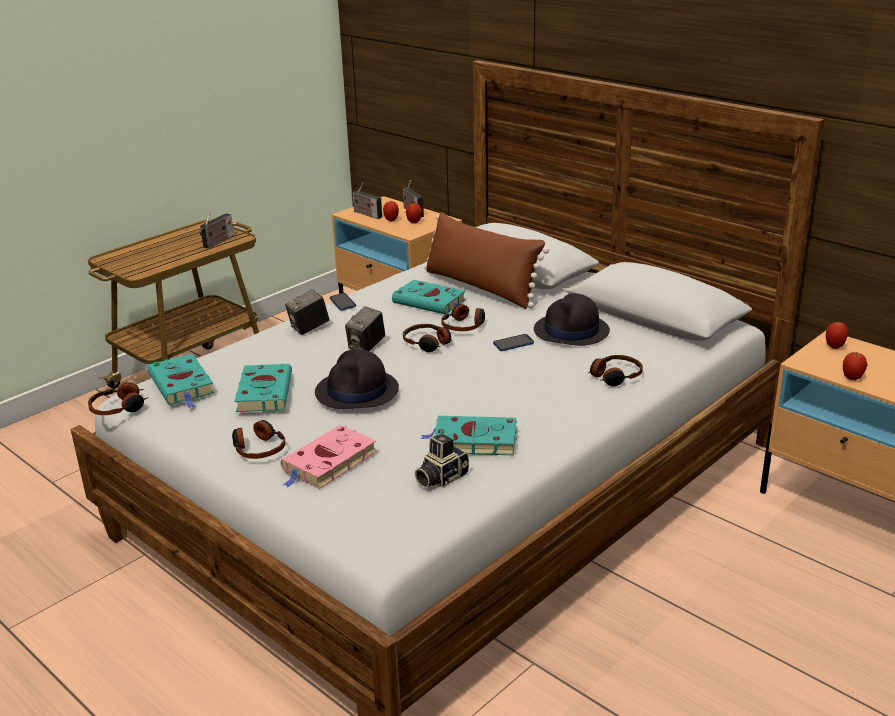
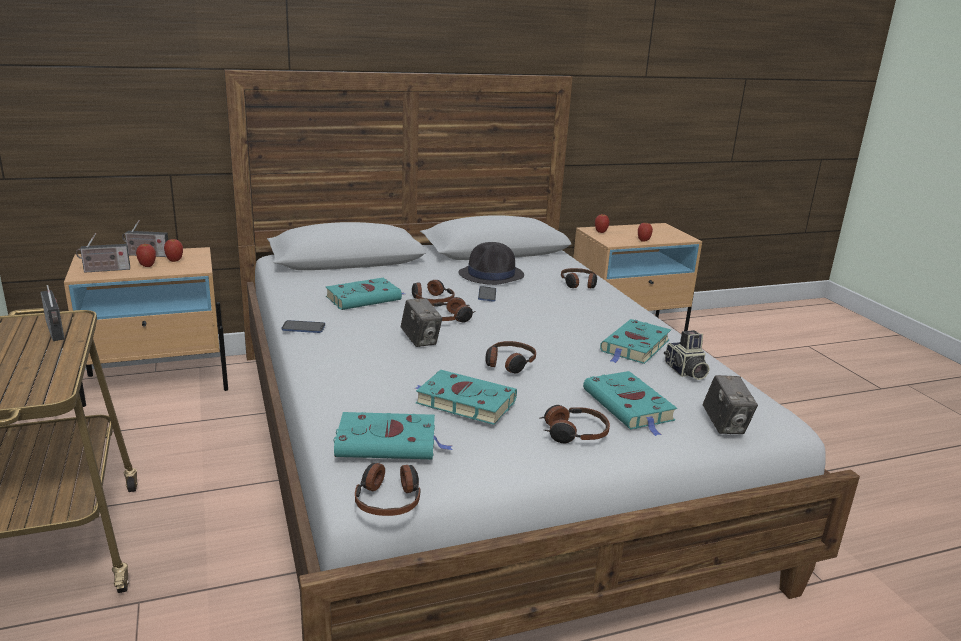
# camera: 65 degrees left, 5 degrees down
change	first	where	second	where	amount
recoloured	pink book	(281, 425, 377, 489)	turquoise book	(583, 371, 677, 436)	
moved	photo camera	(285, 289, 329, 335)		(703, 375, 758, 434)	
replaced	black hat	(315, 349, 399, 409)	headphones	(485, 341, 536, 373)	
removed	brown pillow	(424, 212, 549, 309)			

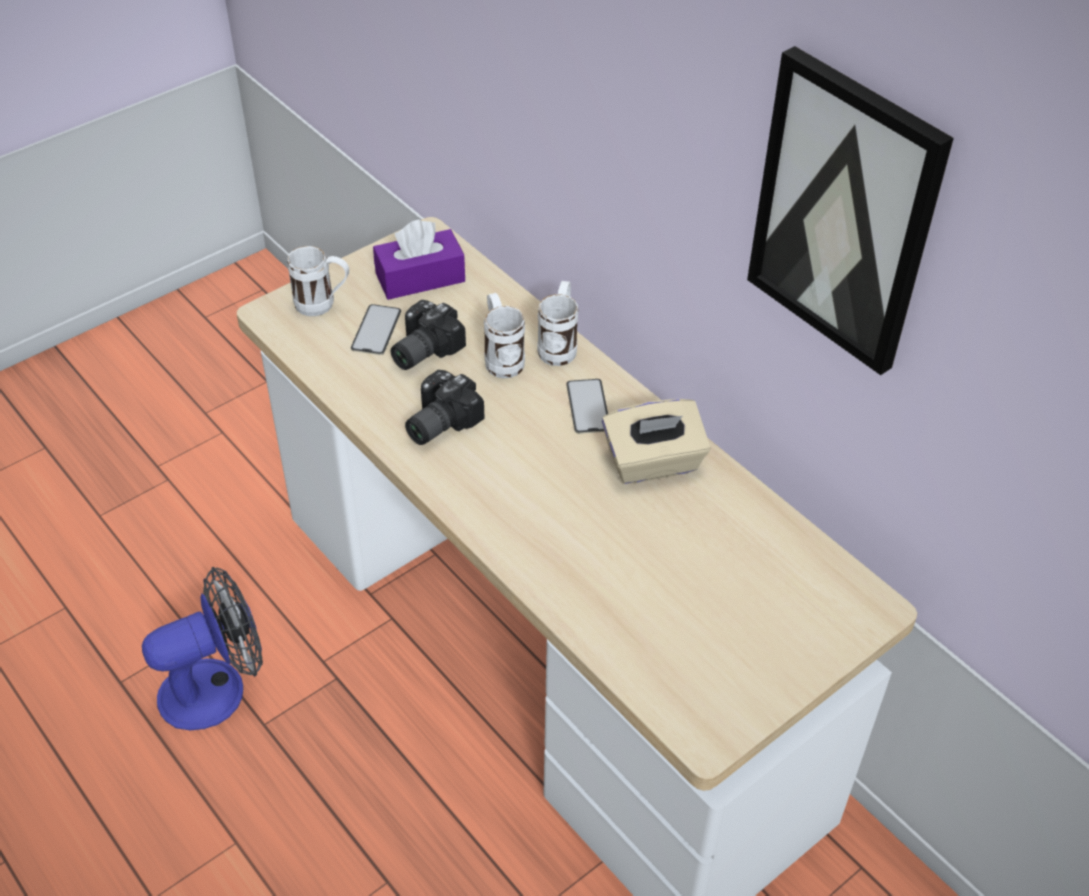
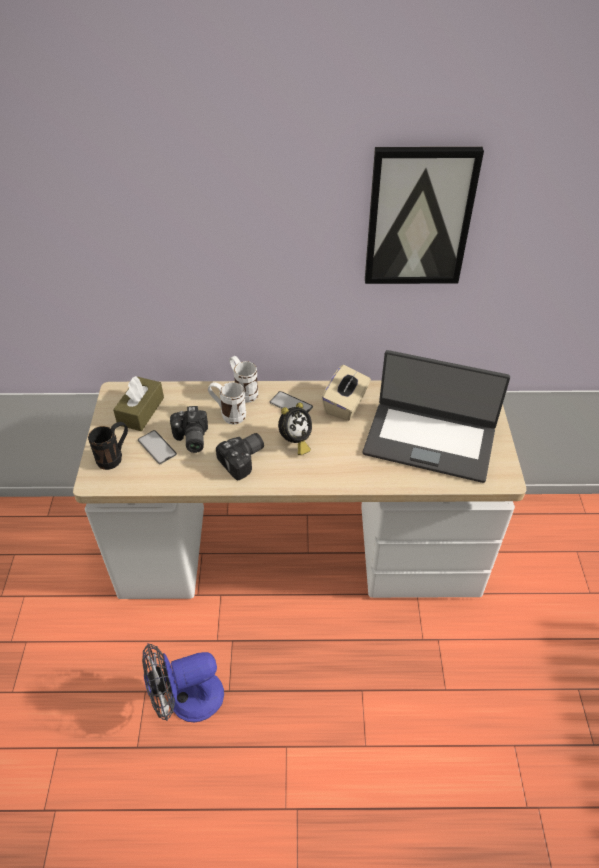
# camera: 50 degrees left, 0 degrees up
change	first	where	second	where	amount
turned	fan	(142, 567, 263, 730)		(142, 643, 224, 722)	120 degrees counterclockwise
recoloured	white mug	(287, 246, 349, 316)	black mug	(88, 422, 128, 470)	
recoloured	purple tissue box	(373, 219, 465, 300)	brown tissue box	(113, 376, 164, 431)	
turned	photo camera	(405, 370, 485, 445)		(216, 433, 264, 480)	120 degrees counterclockwise
added			alarm clock	(278, 403, 312, 455)	
added			laptop	(363, 350, 510, 483)	

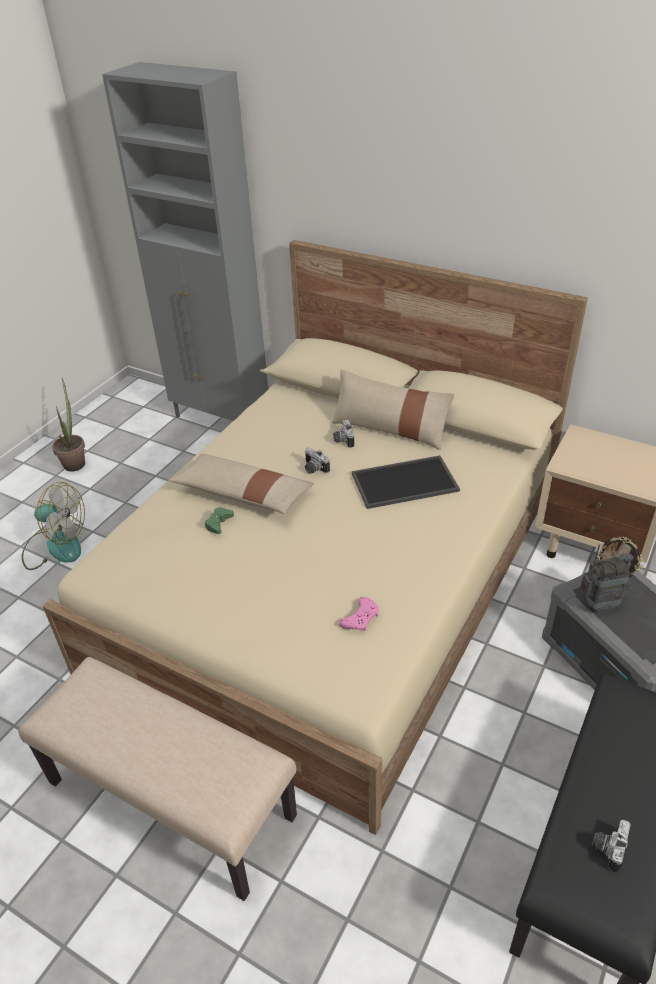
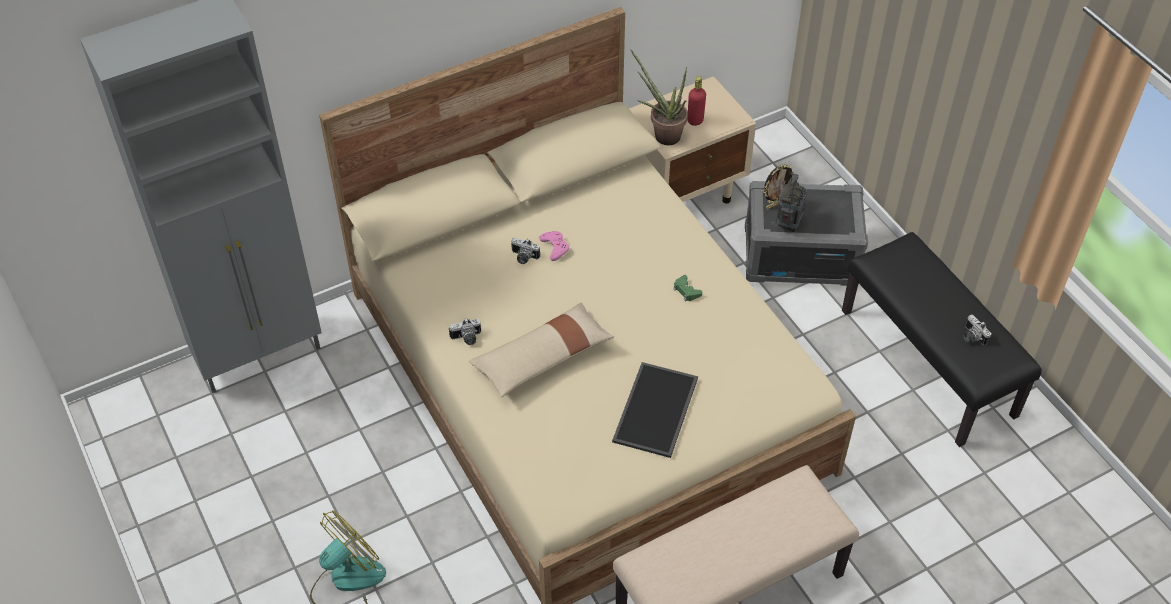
# camera: 60 degrees left, 10 degrees up
change	first	where	second	where	amount
moved	potted plant	(52, 378, 85, 472)		(630, 49, 688, 145)	
moved	green game controller	(205, 507, 234, 534)		(673, 275, 702, 302)	
moved	photo camera	(305, 448, 330, 474)		(449, 318, 481, 345)	
removed	beige pillow	(332, 369, 455, 450)			
moved	pink game controller	(339, 597, 379, 631)		(539, 231, 569, 261)	
moved	tray	(352, 455, 460, 509)		(612, 362, 698, 458)	
added			red bottle	(687, 76, 706, 126)	

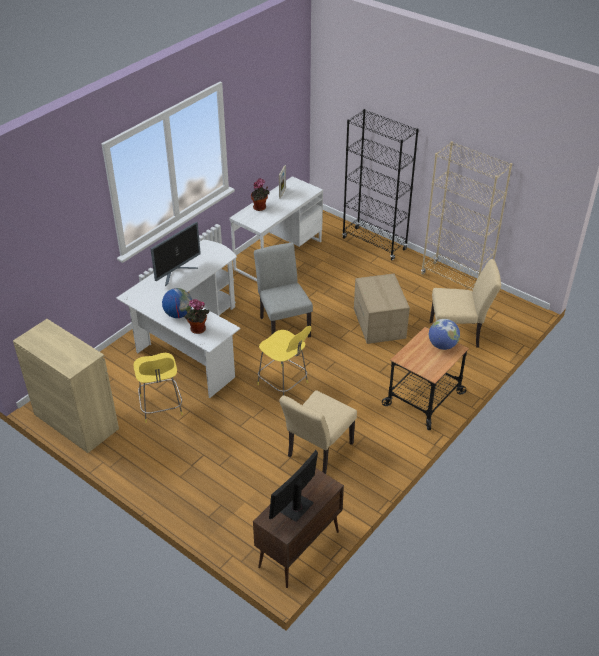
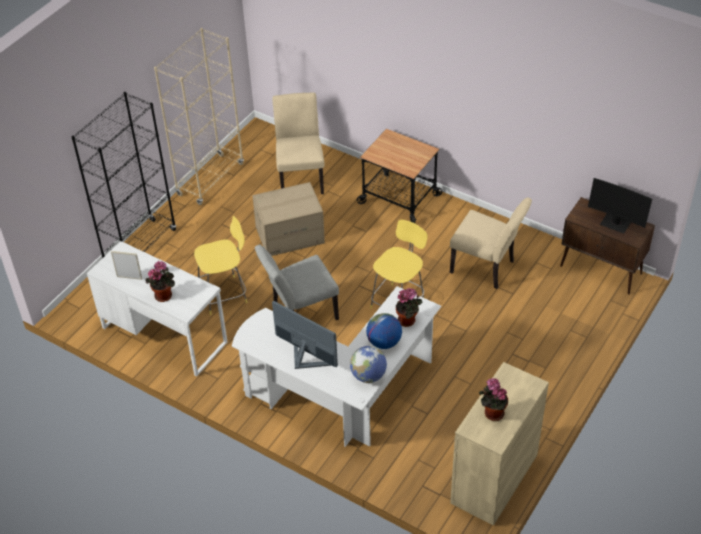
# camera: 95 degrees left, 5 degrees up
change	first	where	second	where	amount
moved	yellow stool	(133, 353, 183, 423)		(194, 216, 247, 315)	
moved	globe	(429, 319, 460, 350)		(350, 346, 387, 383)	
added			potted plant	(479, 378, 508, 421)	

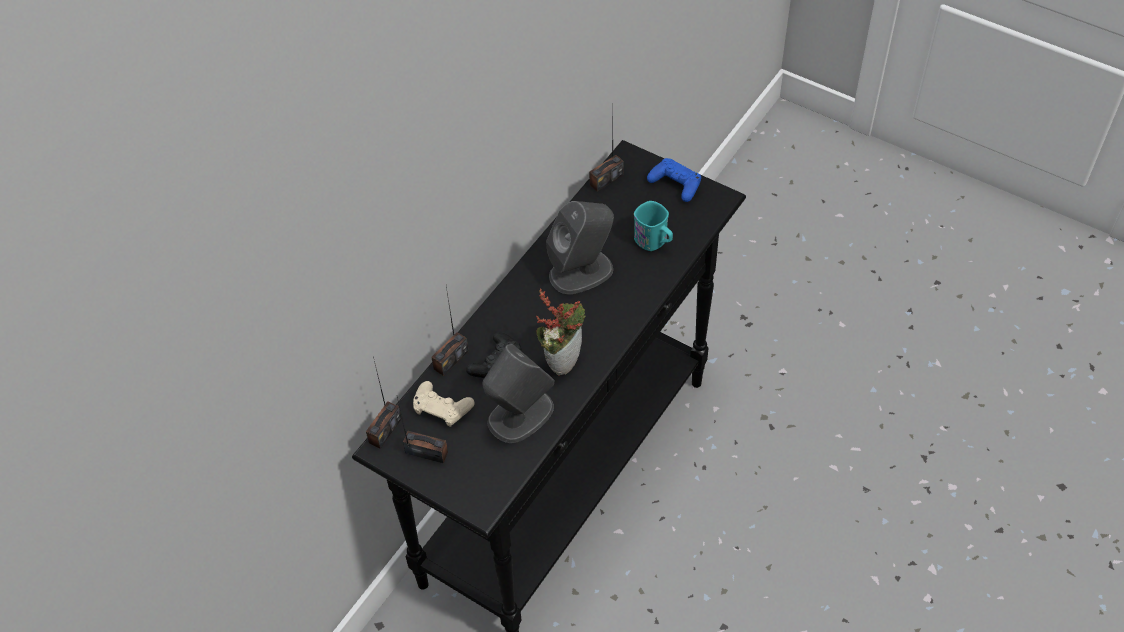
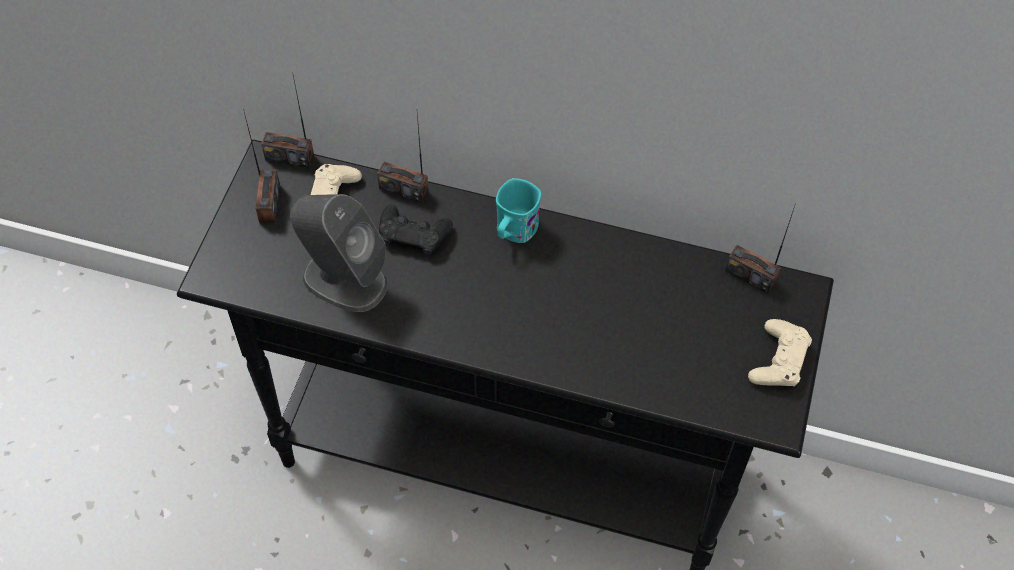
# camera: 70 degrees right, 5 degrees up
change	first	where	second	where	amount
removed	potted plant	(536, 288, 586, 375)			
removed	grey speaker	(546, 201, 614, 294)			
moved	turquoise mug	(634, 201, 673, 251)		(496, 178, 541, 243)	
recoloured	blue game controller	(647, 158, 701, 202)	beige game controller	(748, 319, 812, 387)	

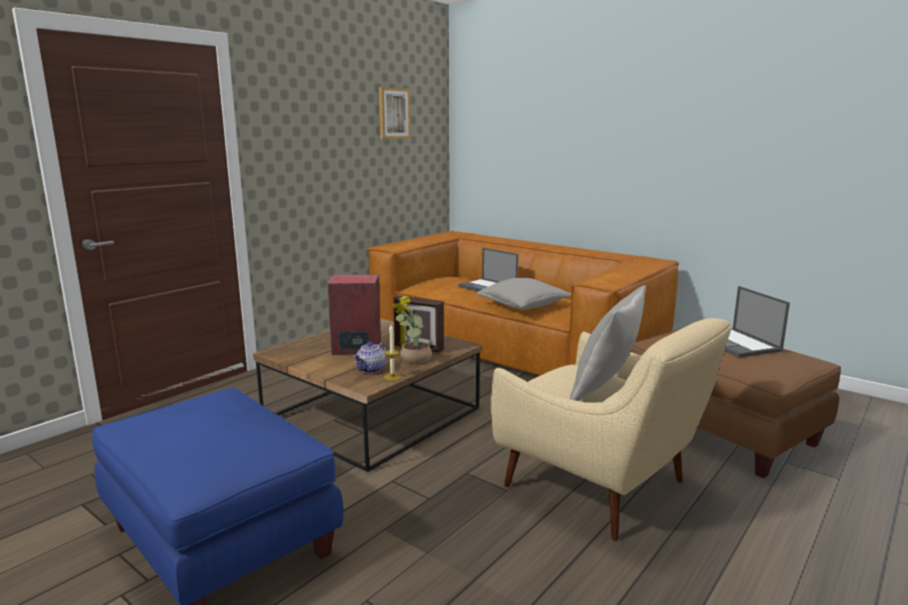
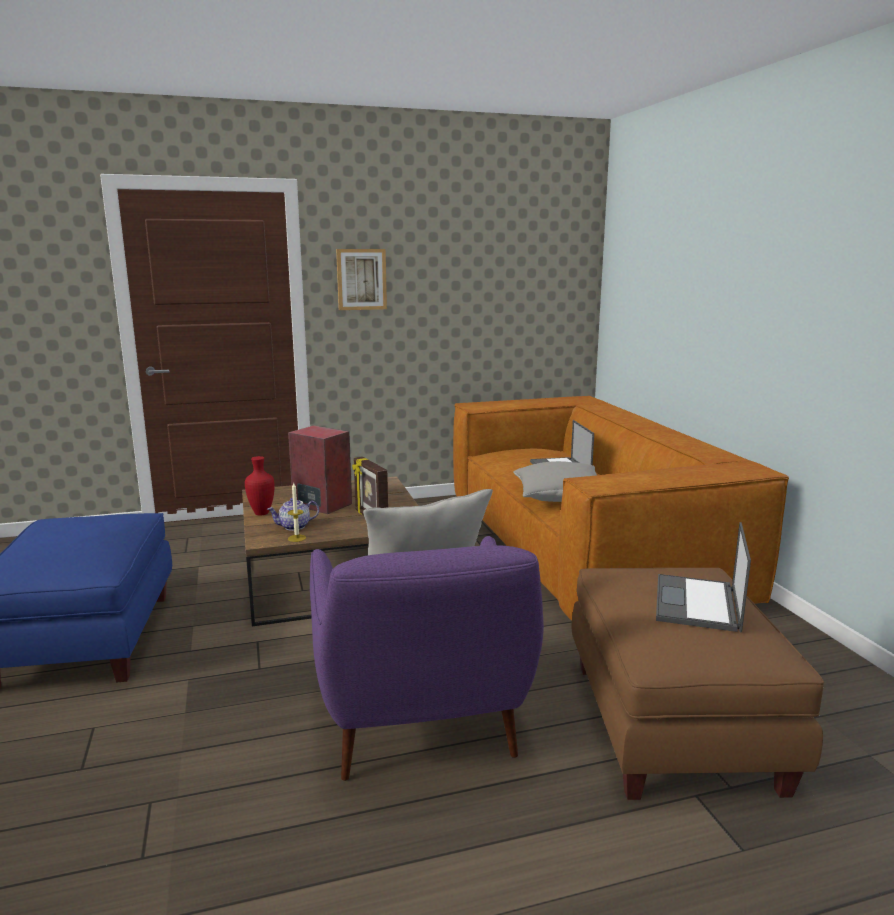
# camera: 35 degrees right, 0 degrees up
change	first	where	second	where	amount
moved	picture	(379, 87, 411, 139)		(336, 249, 387, 310)	
removed	potted plant	(396, 309, 432, 364)			
recoloured	beige armchair	(491, 318, 732, 541)	purple armchair	(310, 536, 544, 781)	
added			red vase	(245, 456, 275, 516)	

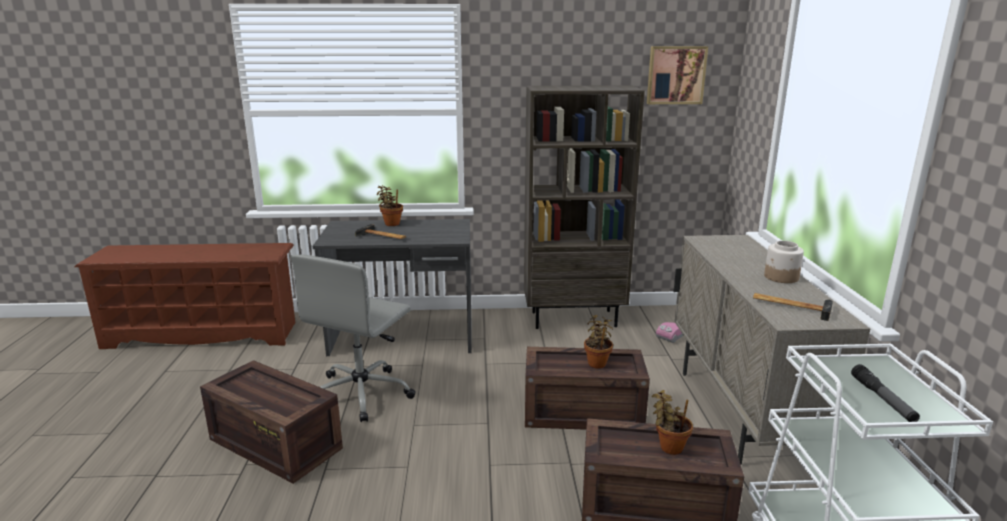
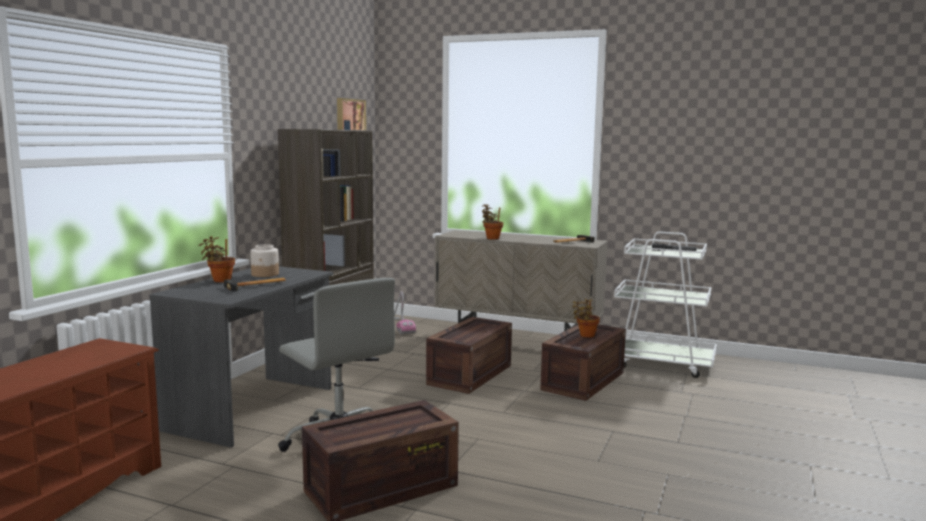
# camera: 65 degrees left, 10 degrees down
change	first	where	second	where	amount
moved	potted plant	(584, 315, 613, 369)		(482, 204, 503, 240)	
moved	jar	(764, 241, 804, 283)		(250, 244, 279, 277)	

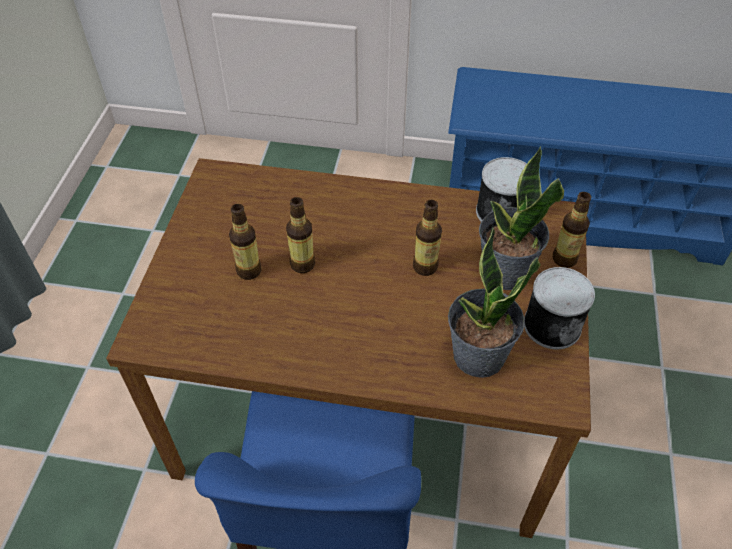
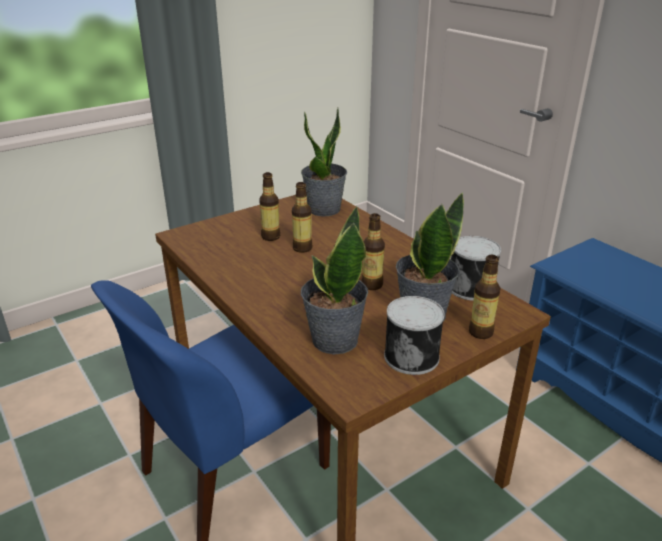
# camera: 45 degrees right, 20 degrees down
change	first	where	second	where	amount
added			potted plant	(301, 108, 347, 217)	

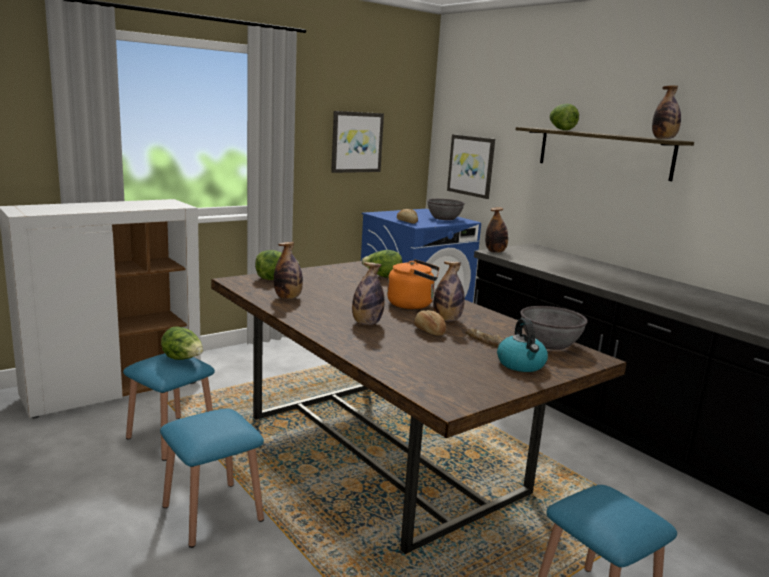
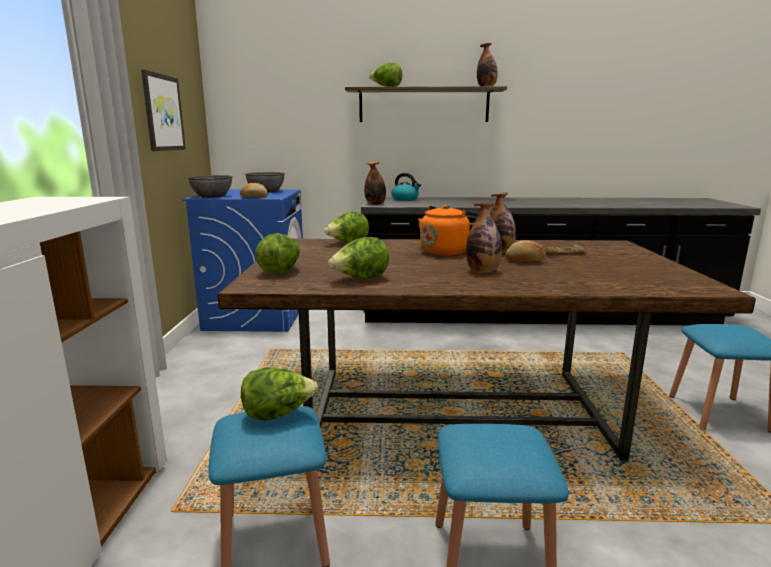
# camera: 50 degrees left, 0 degrees up
change	first	where	second	where	amount
replaced	bottle	(274, 242, 303, 299)	lettuce	(328, 237, 389, 278)	
removed	picture	(447, 134, 495, 199)			
moved	kettle	(497, 318, 548, 372)		(391, 173, 421, 201)	
moved	grey bowl	(520, 306, 588, 350)		(188, 175, 233, 198)	

